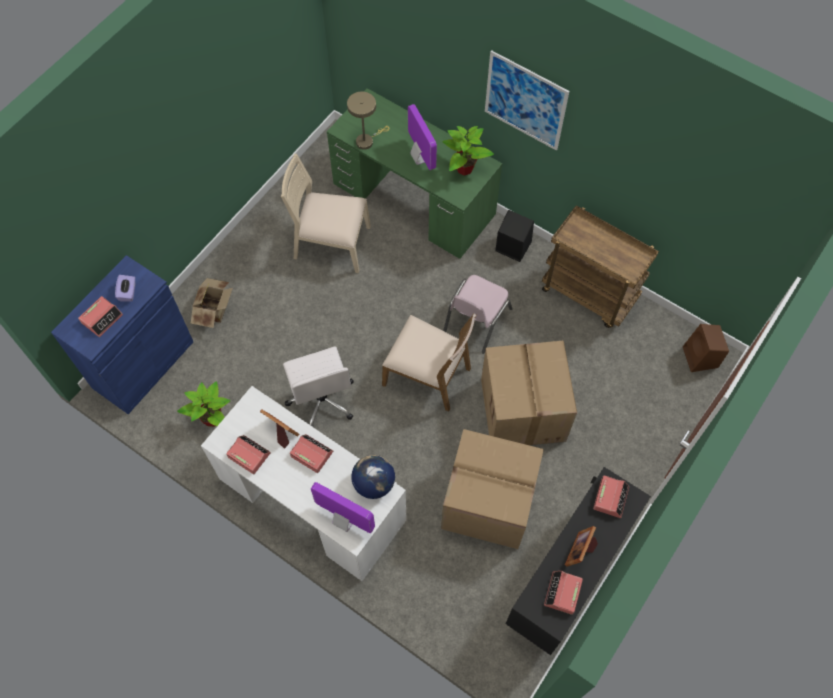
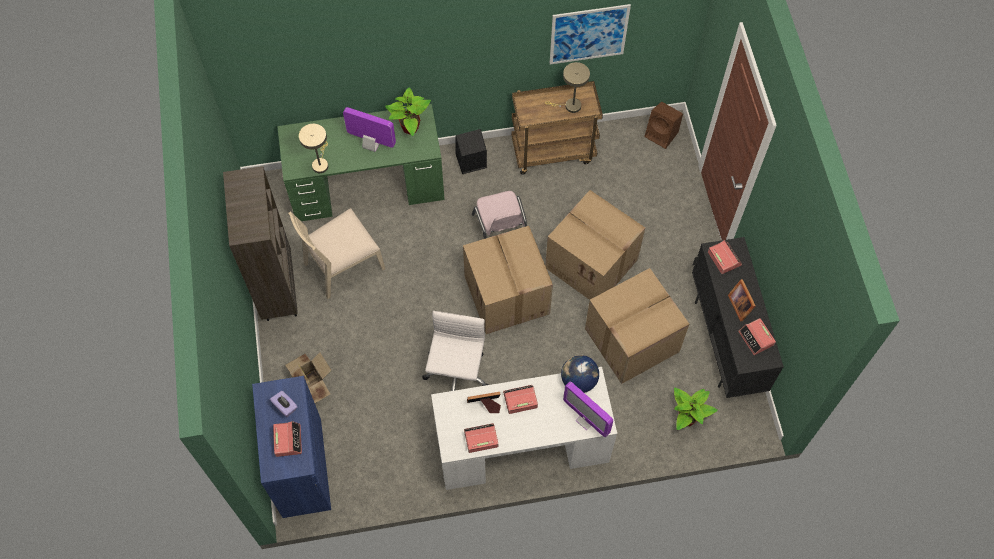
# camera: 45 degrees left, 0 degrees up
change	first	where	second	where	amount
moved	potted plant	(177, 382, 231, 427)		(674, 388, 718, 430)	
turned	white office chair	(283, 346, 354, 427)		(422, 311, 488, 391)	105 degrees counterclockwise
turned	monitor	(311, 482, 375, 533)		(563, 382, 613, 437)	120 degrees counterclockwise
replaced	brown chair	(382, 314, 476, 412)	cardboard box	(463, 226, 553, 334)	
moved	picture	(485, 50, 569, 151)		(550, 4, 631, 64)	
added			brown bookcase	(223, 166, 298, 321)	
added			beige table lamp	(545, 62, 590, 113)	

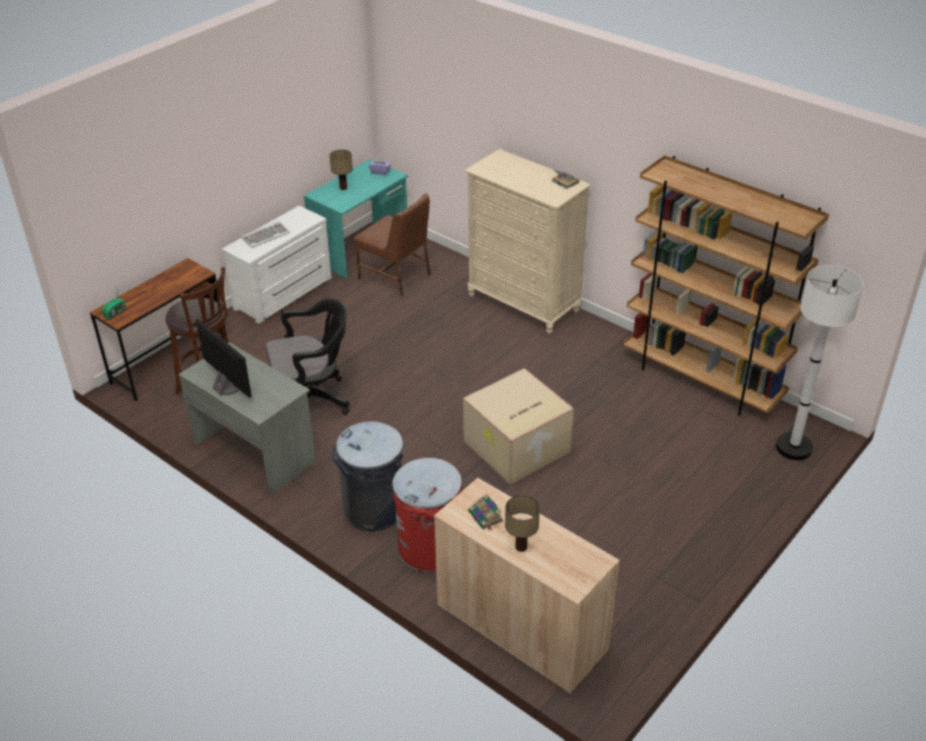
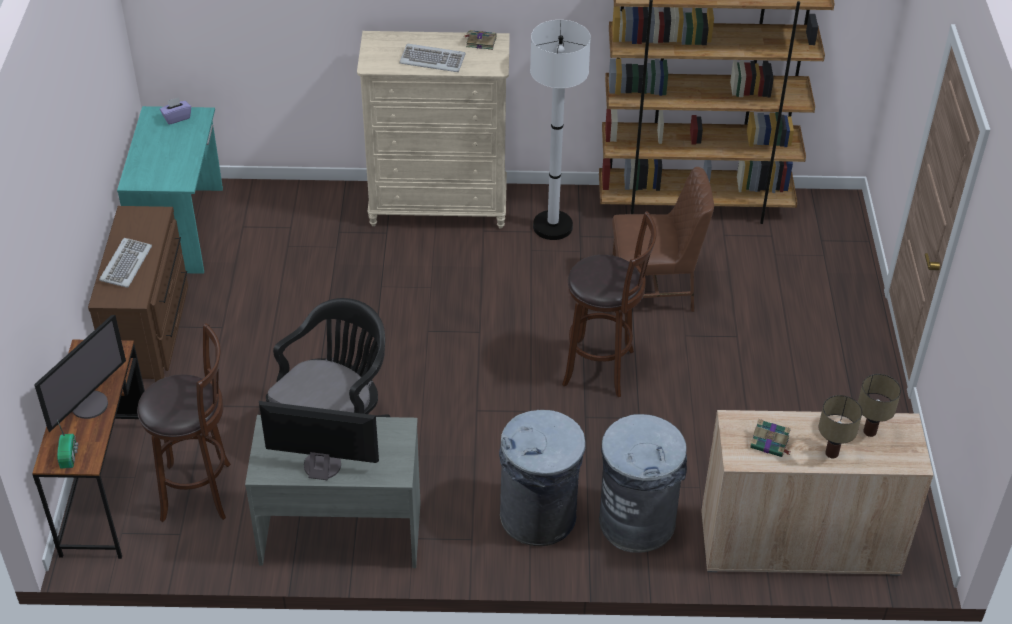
# camera: 40 degrees left, 5 degrees up
change	first	where	second	where	amount
recoloured	white dresser	(222, 206, 332, 324)	brown dresser	(88, 206, 188, 382)	
moved	table lamp	(330, 150, 353, 190)		(858, 374, 901, 437)	
moved	brown chair	(354, 193, 430, 296)		(612, 167, 714, 312)	
recoloured	red trash can	(392, 458, 463, 573)	grey trash can	(599, 414, 687, 553)	
replaced	cardboard box	(463, 368, 574, 485)	brown stool	(562, 211, 657, 397)	
moved	white floor lamp	(776, 265, 863, 460)		(530, 20, 591, 240)	
added			monitor	(34, 315, 126, 433)	
added			keyboard	(399, 44, 466, 72)	

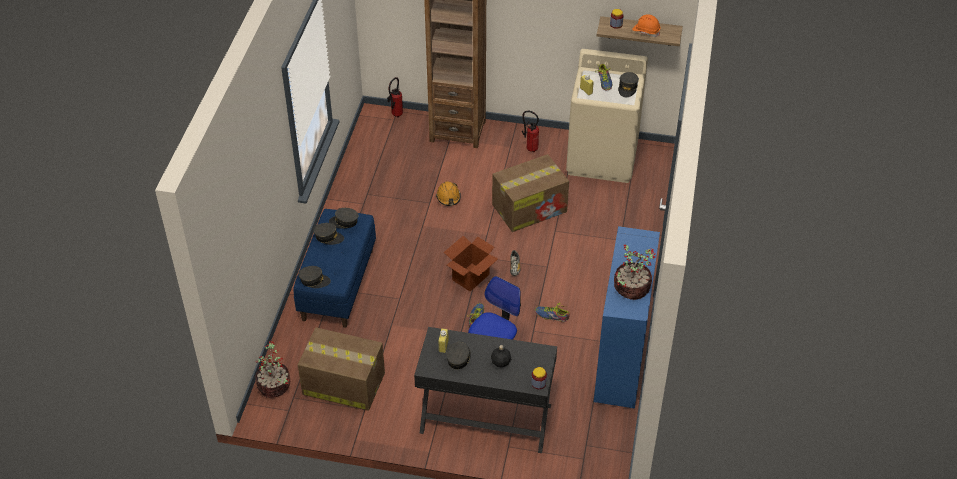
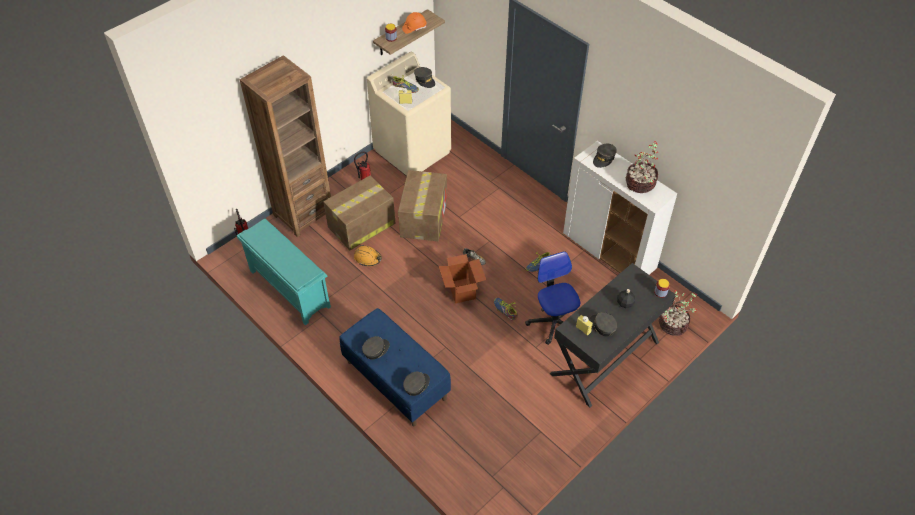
# camera: 55 degrees left, 5 degrees up
change	first	where	second	where	amount
moved	potted plant	(255, 340, 290, 398)		(659, 290, 697, 336)	
moved	cardboard box	(298, 328, 385, 411)		(323, 175, 395, 250)	
moved	grey cap	(329, 208, 359, 229)		(593, 144, 617, 168)	
recoloured	blue cabinet	(594, 226, 660, 409)	white cabinet	(563, 141, 677, 275)	
added			turquoise shoe rack	(237, 219, 331, 325)	

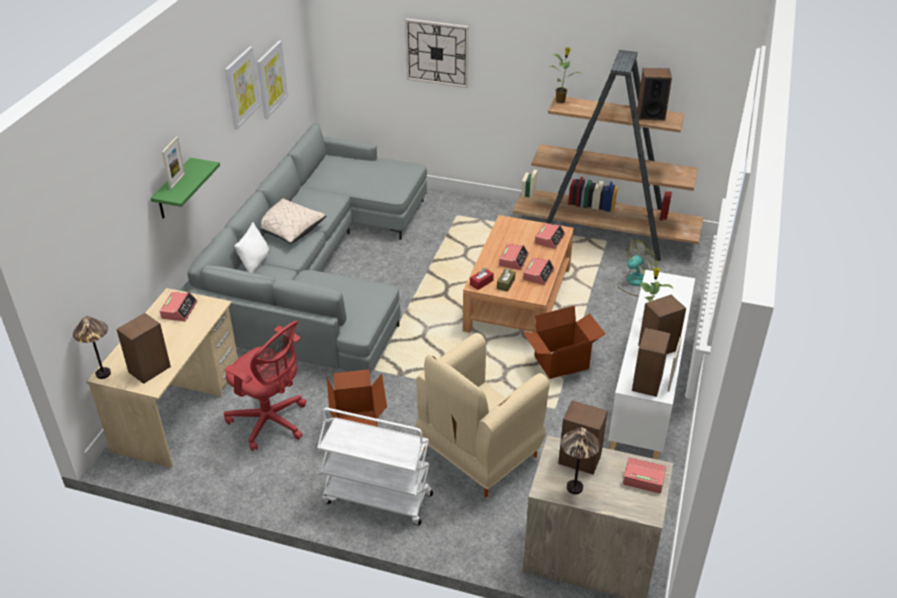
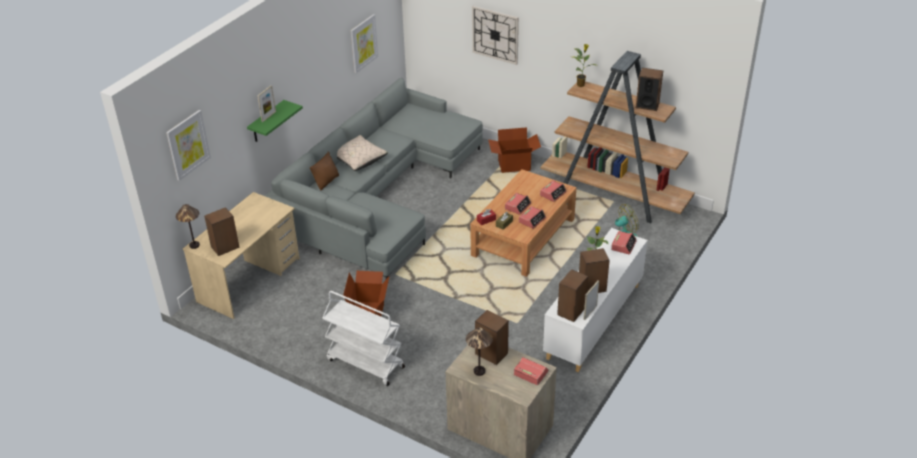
# camera: 15 degrees right, 0 degrees up
change	first	where	second	where	amount
moved	alarm clock	(160, 292, 197, 321)		(611, 231, 637, 254)	
removed	red office chair	(224, 321, 307, 451)			
moved	picture	(225, 46, 261, 130)		(166, 110, 211, 181)	
recoloured	white pillow	(234, 222, 270, 273)	brown pillow	(310, 151, 339, 190)	
removed	beige armchair	(416, 333, 550, 498)			
moved	cardboard box	(523, 306, 605, 379)		(488, 127, 541, 173)	

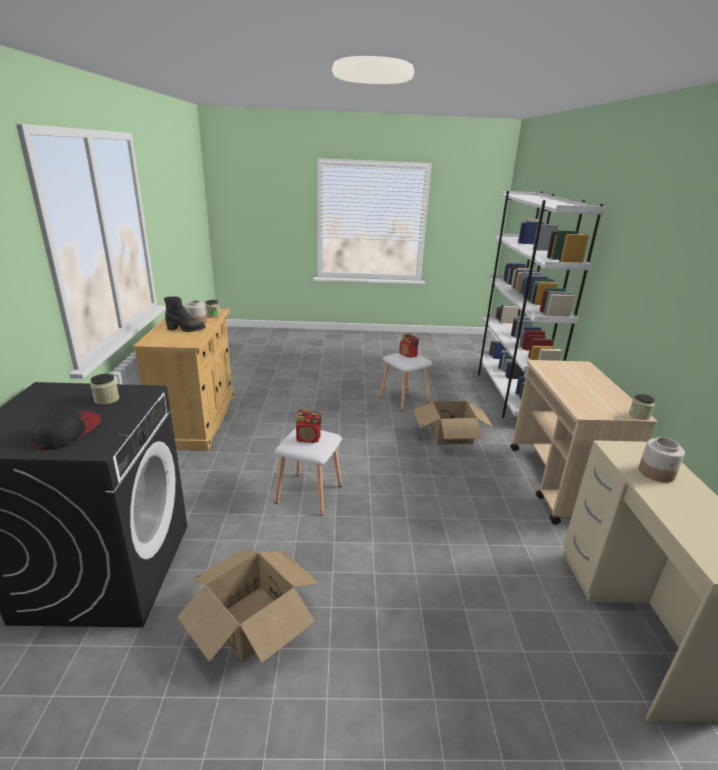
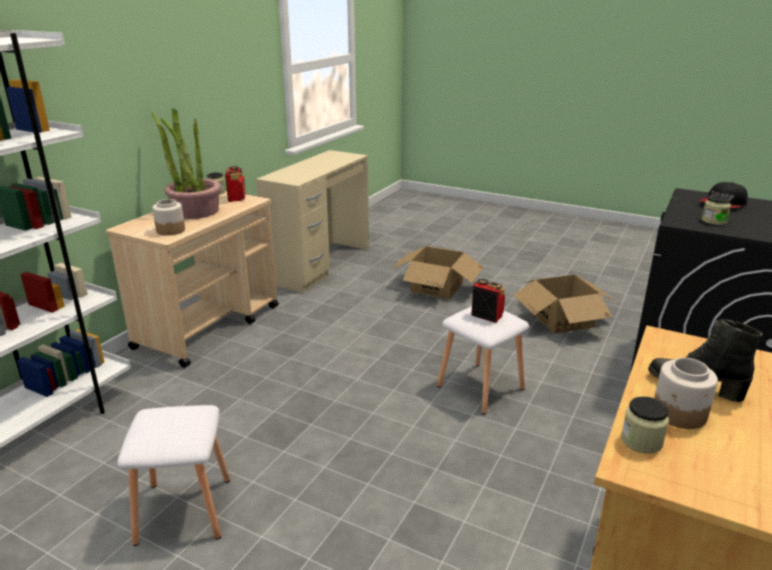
# camera: 150 degrees left, 0 degrees up
change	first	where	second	where	amount
moved	radio	(399, 333, 419, 358)		(225, 166, 246, 202)	
moved	cardboard box	(414, 401, 494, 445)		(391, 246, 484, 299)	
moved	jar	(639, 437, 685, 483)		(152, 199, 185, 236)	
added			potted plant	(151, 108, 221, 219)	

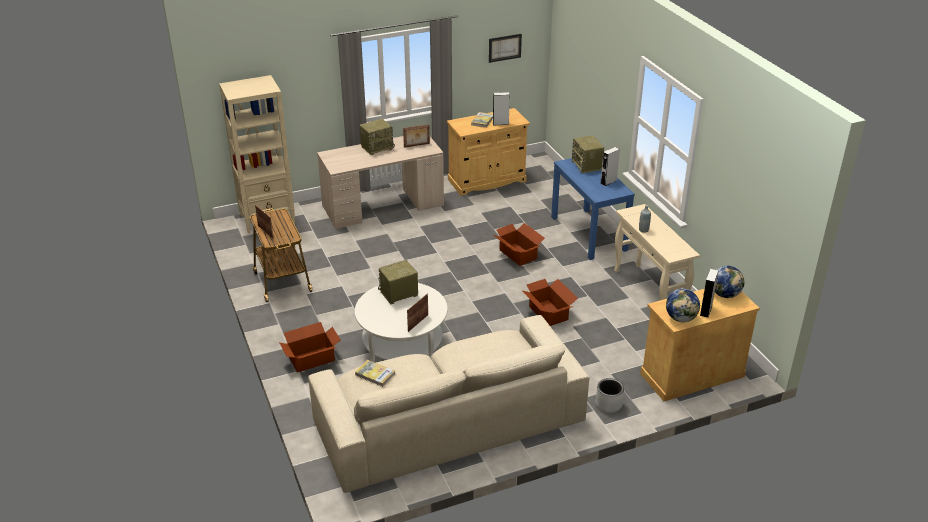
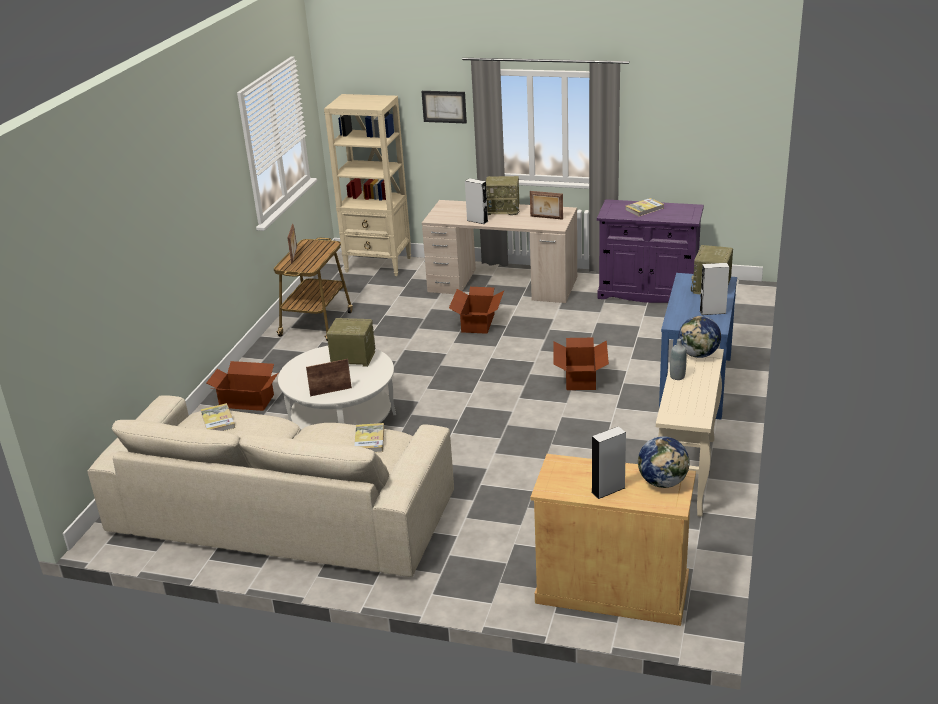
# camera: 40 degrees right, 5 degrees down
change	first	where	second	where	amount
recoloured	beige cabinet	(447, 108, 530, 196)	purple cabinet	(597, 199, 704, 303)	
moved	picture	(489, 34, 522, 63)		(421, 91, 467, 123)	
moved	grey speaker	(493, 92, 510, 126)		(465, 178, 488, 224)	
moved	cardboard box	(522, 279, 578, 326)		(449, 287, 504, 334)	
removed	grey planter	(595, 378, 624, 413)			
moved	globe	(666, 289, 700, 322)		(678, 316, 721, 358)	
added			book	(354, 423, 384, 453)	

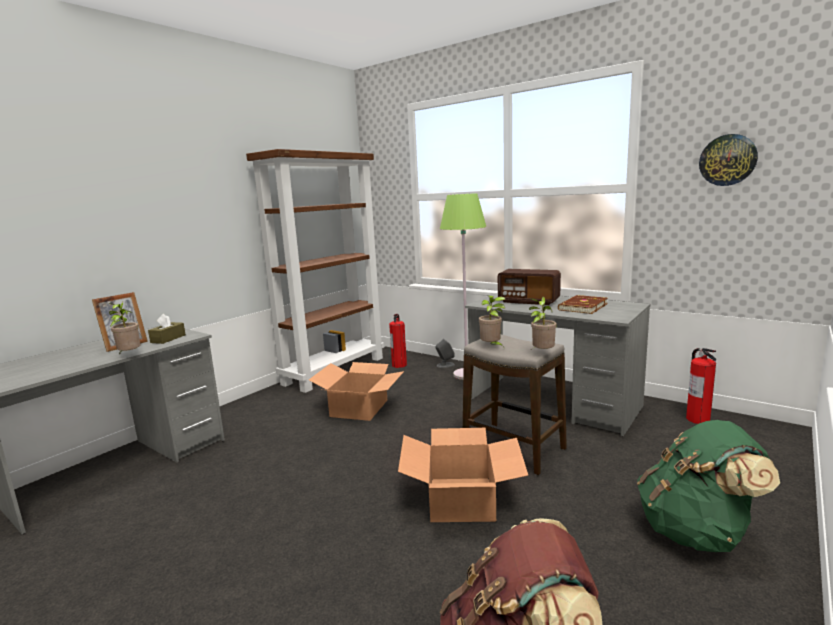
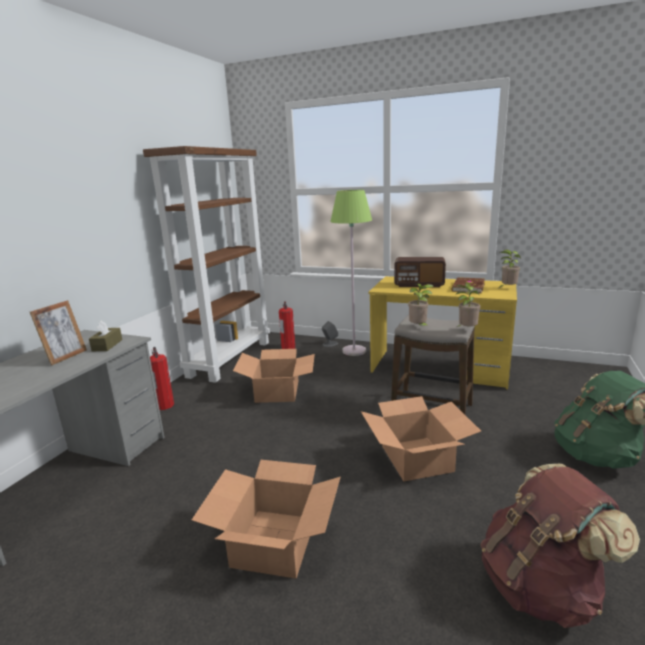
# camera: 15 degrees left, 5 degrees up
change	first	where	second	where	amount
moved	potted plant	(109, 302, 140, 354)		(499, 250, 521, 288)	
recoloured	grey desk	(465, 293, 650, 436)	yellow desk	(369, 276, 517, 389)	
moved	fire extinguisher	(686, 348, 716, 424)		(150, 347, 174, 410)	
removed	wall clock	(699, 134, 758, 186)			
added			cardboard box	(192, 460, 341, 579)	

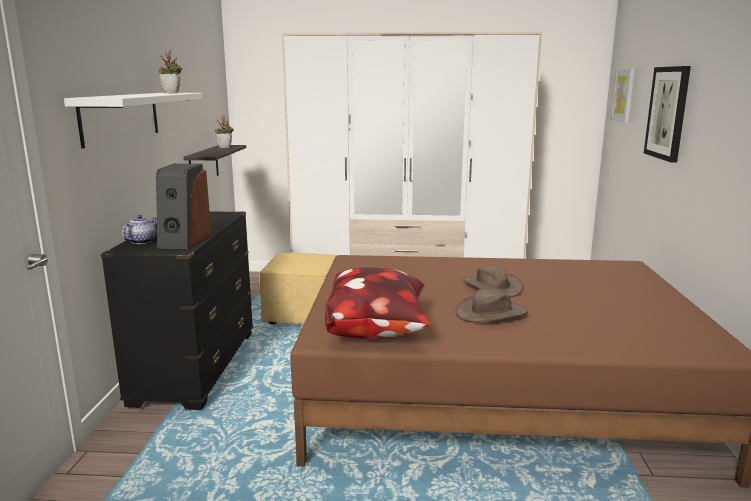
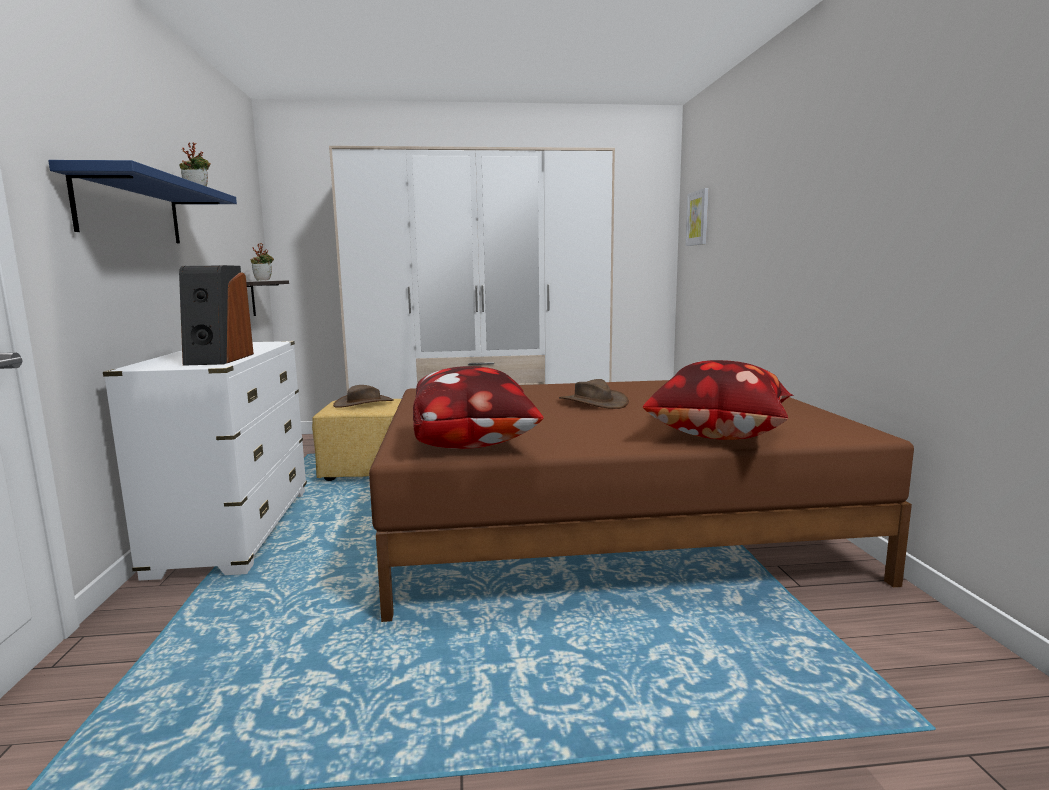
# camera: 10 degrees left, 5 degrees down
change	first	where	second	where	amount
recoloured	white shelf	(64, 93, 203, 148)	blue shelf	(48, 160, 237, 243)	
recoloured	black dresser	(101, 211, 253, 410)	white dresser	(103, 341, 307, 581)	
removed	teapot	(122, 215, 157, 244)			
moved	brown hat	(456, 289, 528, 322)		(333, 385, 394, 408)	
removed	picture	(644, 66, 691, 163)			
added			pillow	(643, 360, 794, 440)	

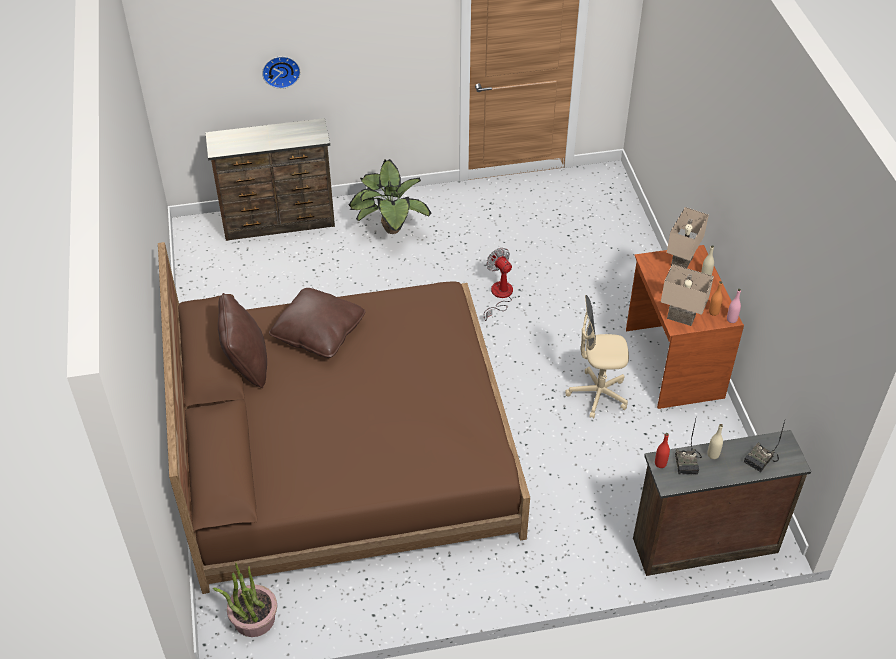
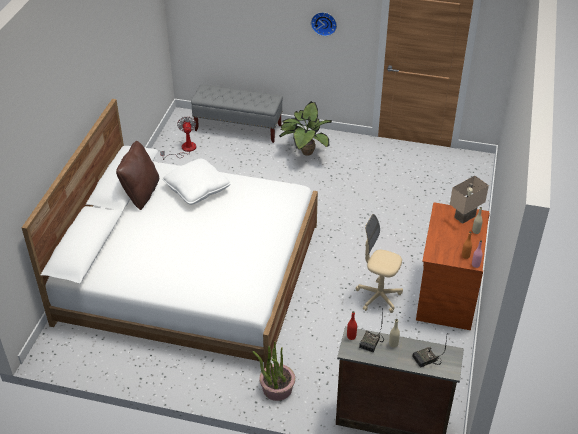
# camera: 25 degrees right, 5 degrees down
change	first	where	second	where	amount
recoloured	brown bed	(158, 242, 530, 594)	white bed	(22, 99, 318, 368)	
replaced	brown dresser	(205, 118, 335, 241)	grey bench	(191, 84, 283, 143)	
moved	potted plant	(213, 562, 277, 637)		(253, 341, 295, 401)	
moved	wall clock	(262, 56, 300, 89)		(311, 12, 337, 36)	
recoloured	brown pillow	(269, 288, 366, 358)	white pillow	(162, 159, 231, 205)	
moved	fan	(484, 248, 513, 321)		(160, 116, 196, 160)	
removed	beige table lamp	(661, 264, 714, 326)			

